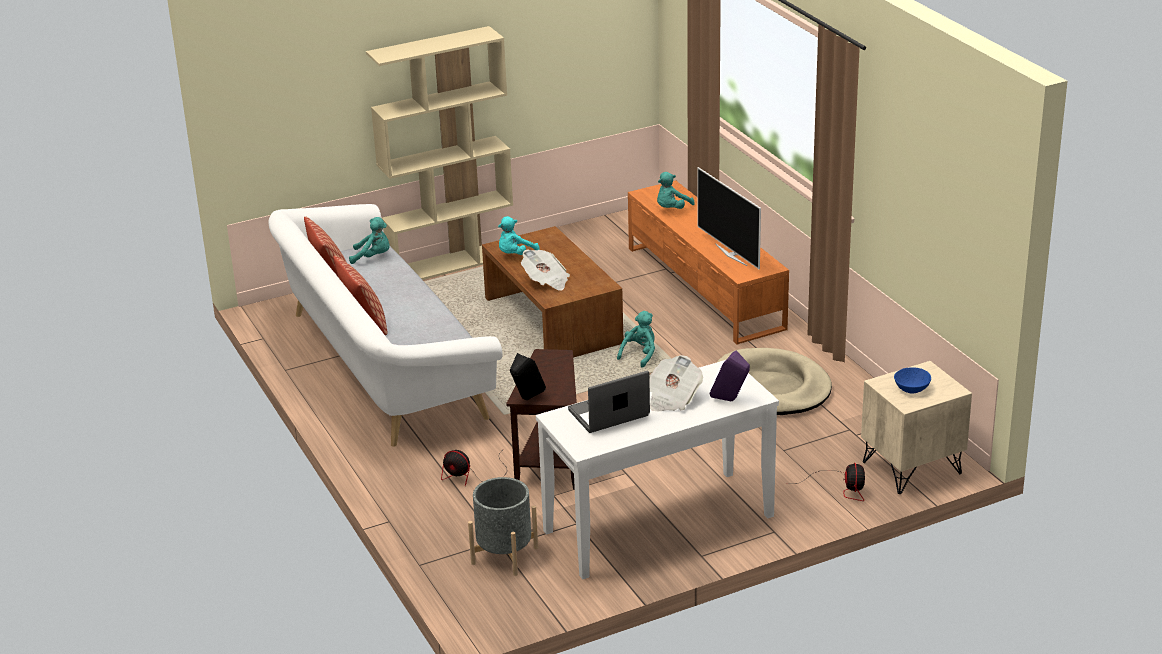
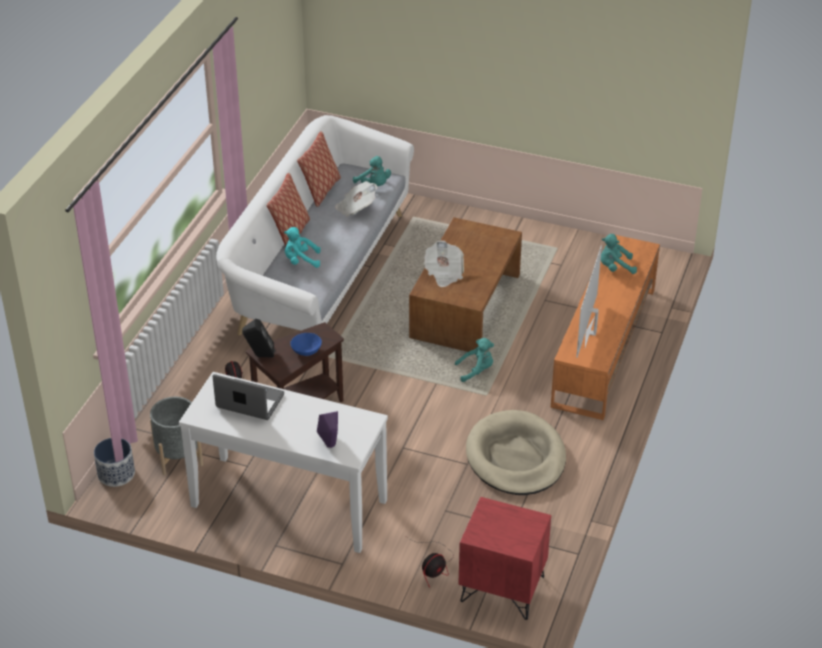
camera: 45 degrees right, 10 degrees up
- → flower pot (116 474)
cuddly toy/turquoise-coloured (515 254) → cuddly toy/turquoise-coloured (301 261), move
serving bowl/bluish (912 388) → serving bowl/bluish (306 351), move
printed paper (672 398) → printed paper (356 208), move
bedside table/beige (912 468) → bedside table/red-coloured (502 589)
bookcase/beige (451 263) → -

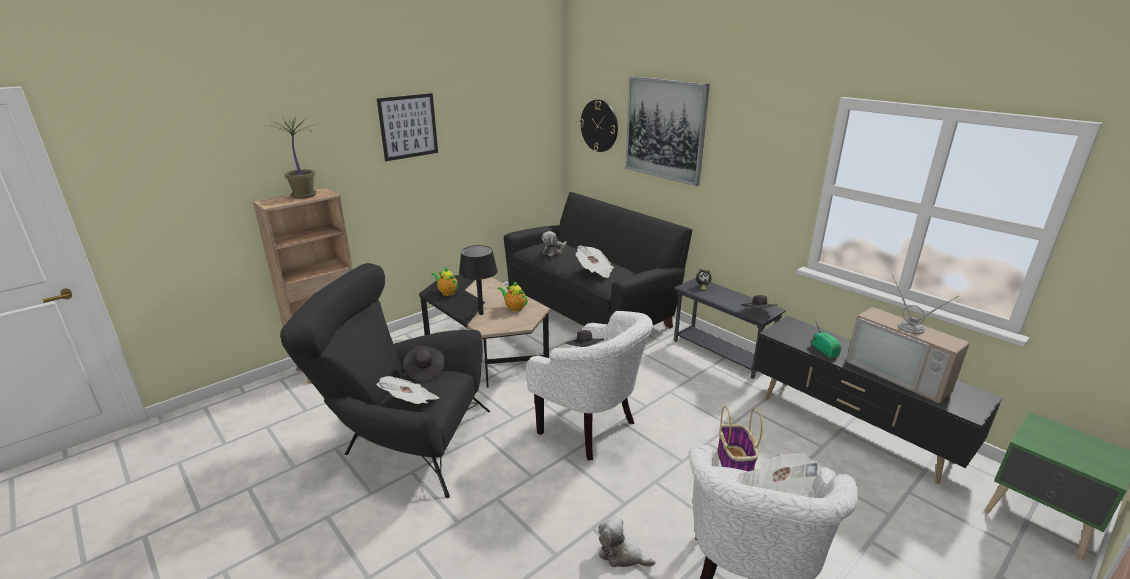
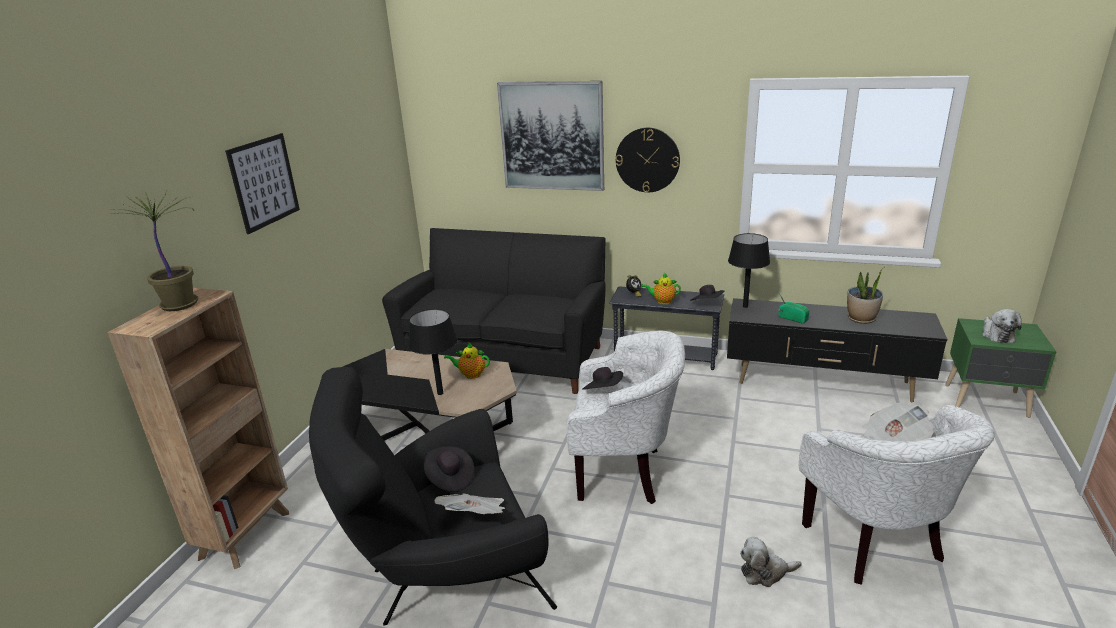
camera: 30 degrees left, 0 degrees up
wall clock (599 126) → wall clock (647 160), move
teapot (447 292) → teapot (662 301), move
- → tabletop lamp/black-coloured (745 306)
TV set (900 374) → houseplant (861 319)
cuddly toy (554 251) → cuddly toy (997 335), move
printed paper (594 271) → -
household basket (735 464) → -

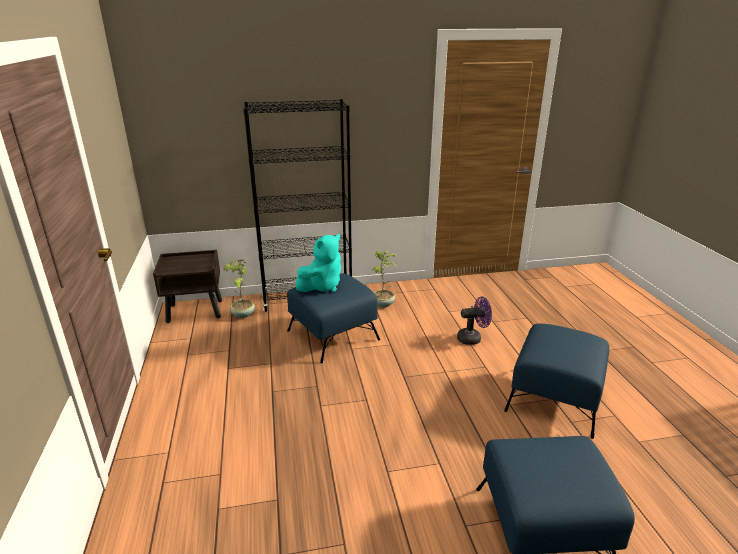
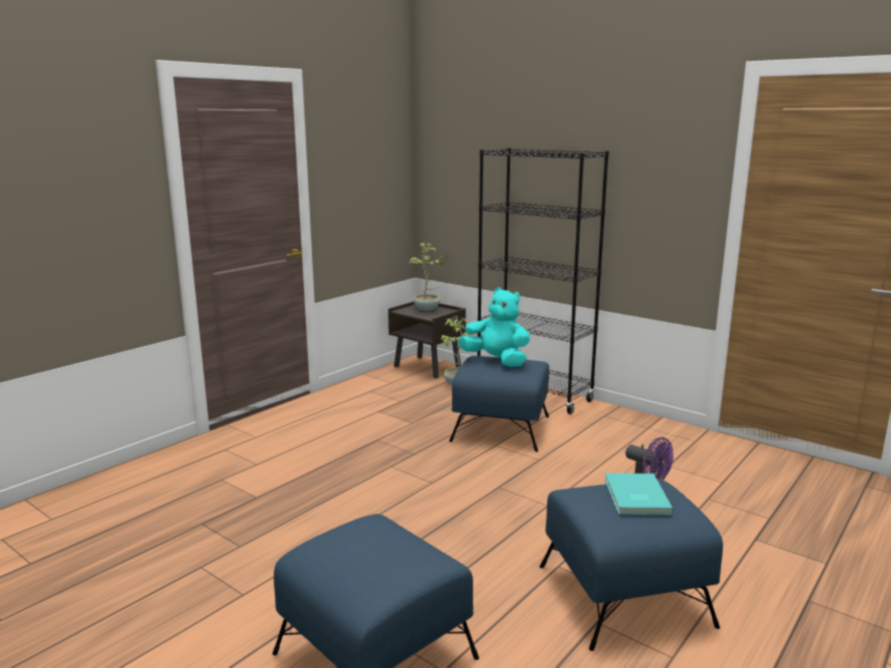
camera: 50 degrees right, 10 degrees down
houseplant (383 304) → houseplant (427 309), move
cuddly toy/turquoise-coloured (322 286) → cuddly toy/turquoise-coloured (496 361), 150 degrees counterclockwise
- → bound book/turquoise-coloured (635 497)

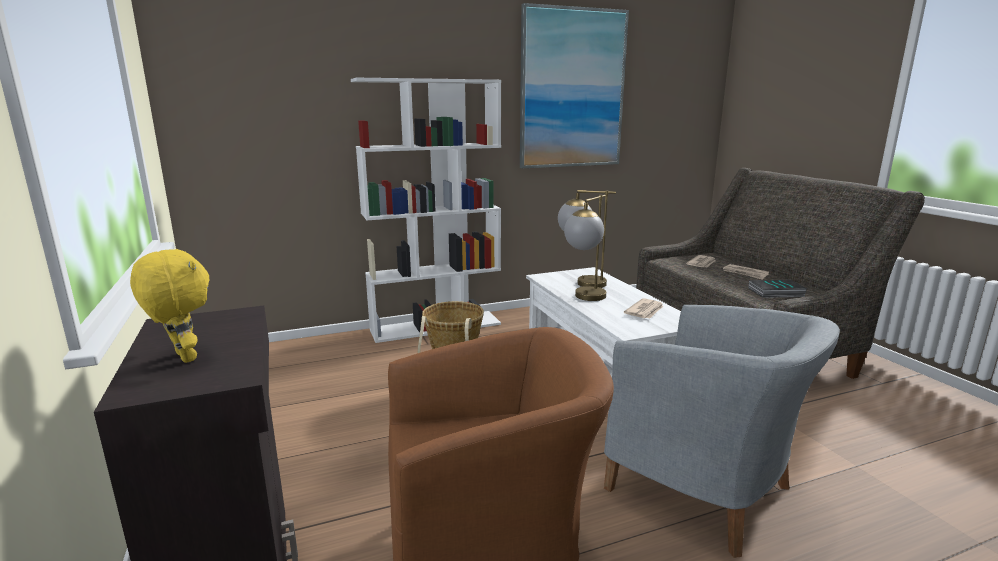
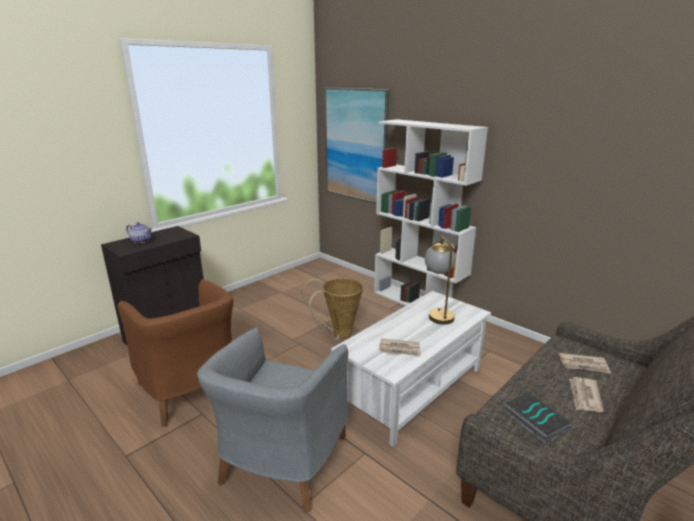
camera: 65 degrees right, 5 degrees up
cuddly toy/yellow-coloured (183 357) → teapot (141 240)
wall picture (572 89) → wall picture (356 145), move
tabletop lamp (585 299) → -

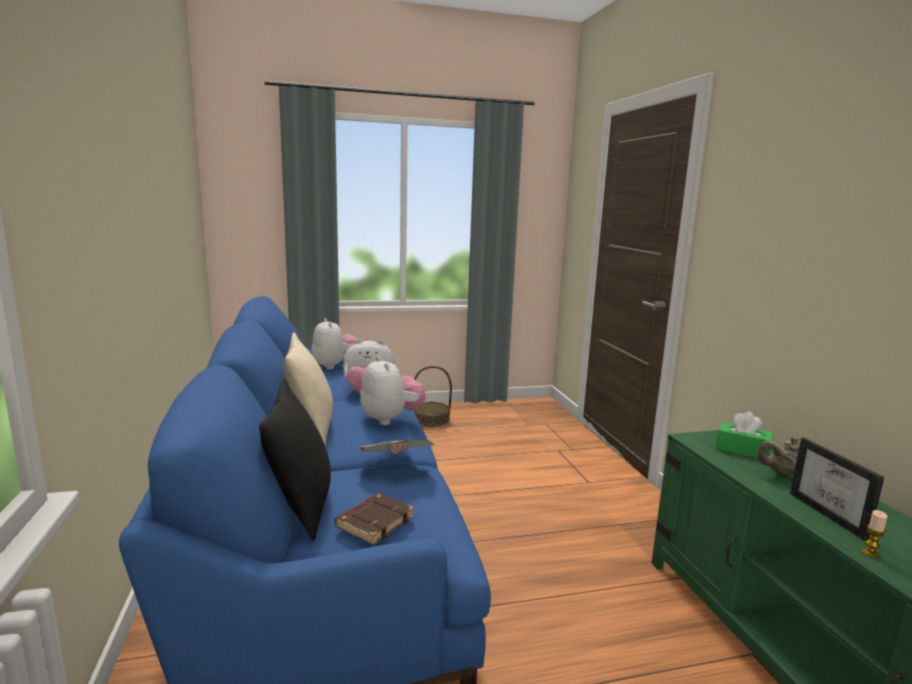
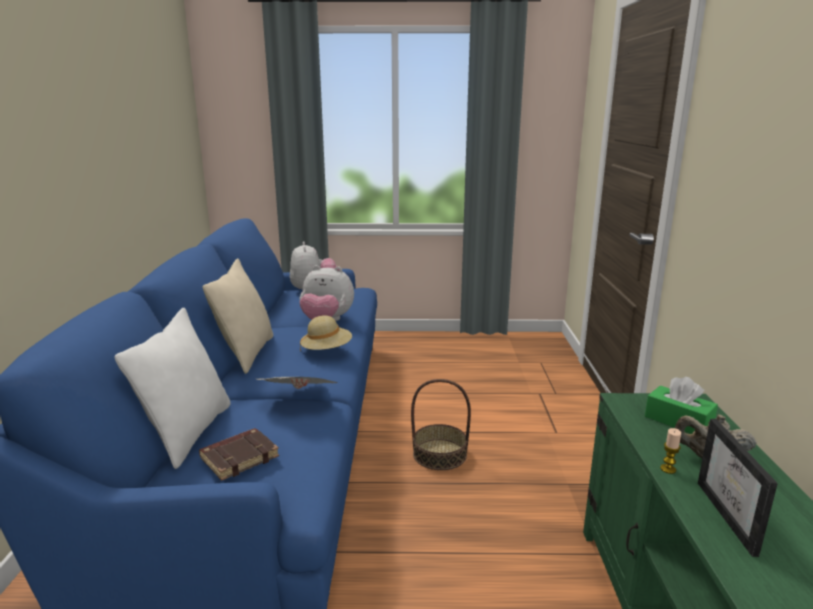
camera: 15 degrees right, 5 degrees up
throw pillow/black-coloured (301 506) → throw pillow/white (188 433)
cuddly toy (391 419) → wearable hat/beige (327 350)
household basket (431 420) → household basket (440 454), move
wax light (870 553) → wax light (668 469), move

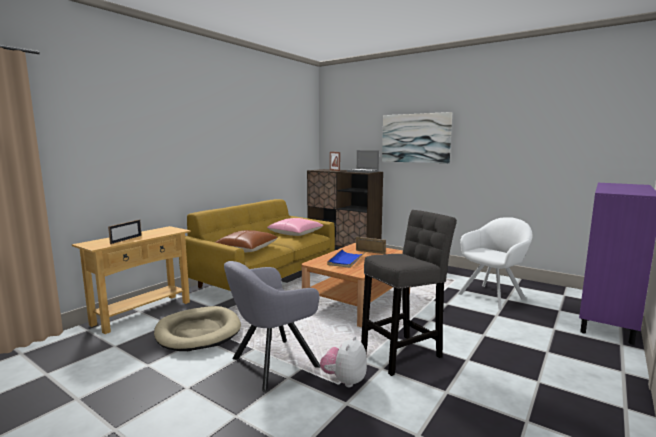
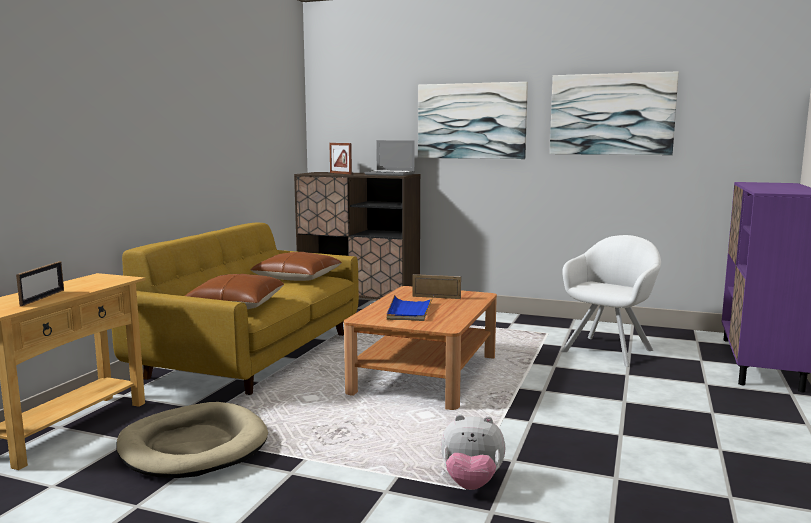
camera: 15 degrees left, 0 degrees up
throw pillow/pink (295 233) → throw pillow/brown-coloured (297 278)
cuddly toy (344 381) → cuddly toy (471 483), 90 degrees counterclockwise
- → wall picture (611 114)
armchair/gray (270 364) → -
stool seat/gray (404 353) → -

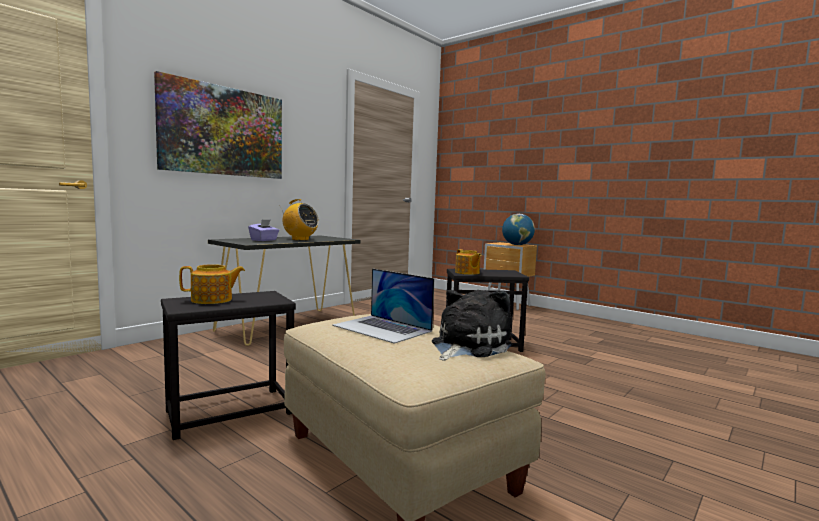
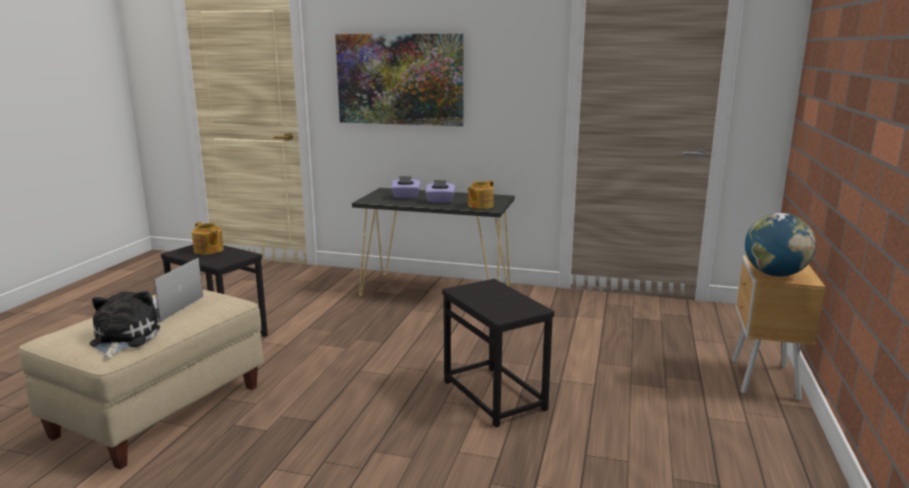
camera: 65 degrees right, 10 degrees up
cuddly toy (467 346) → cuddly toy (123 339), 105 degrees counterclockwise
radio receiver (300 239) → box of tissues/purple (440 201)
teapot (467 273) → teapot (480 206), move

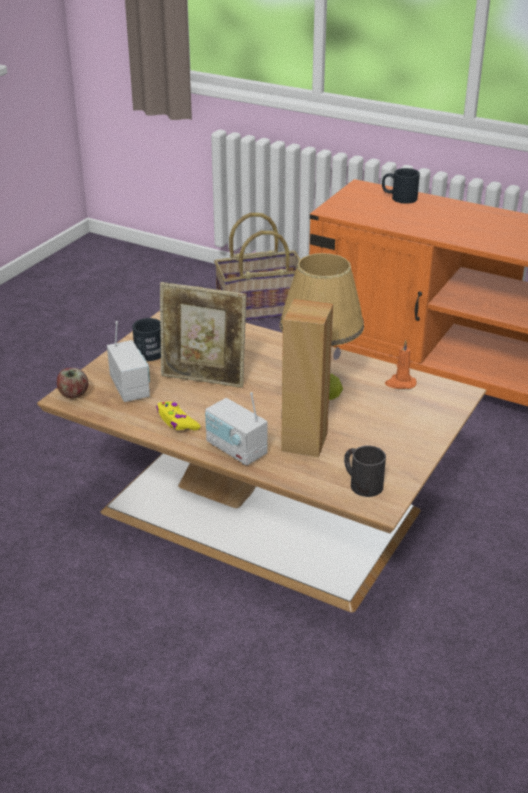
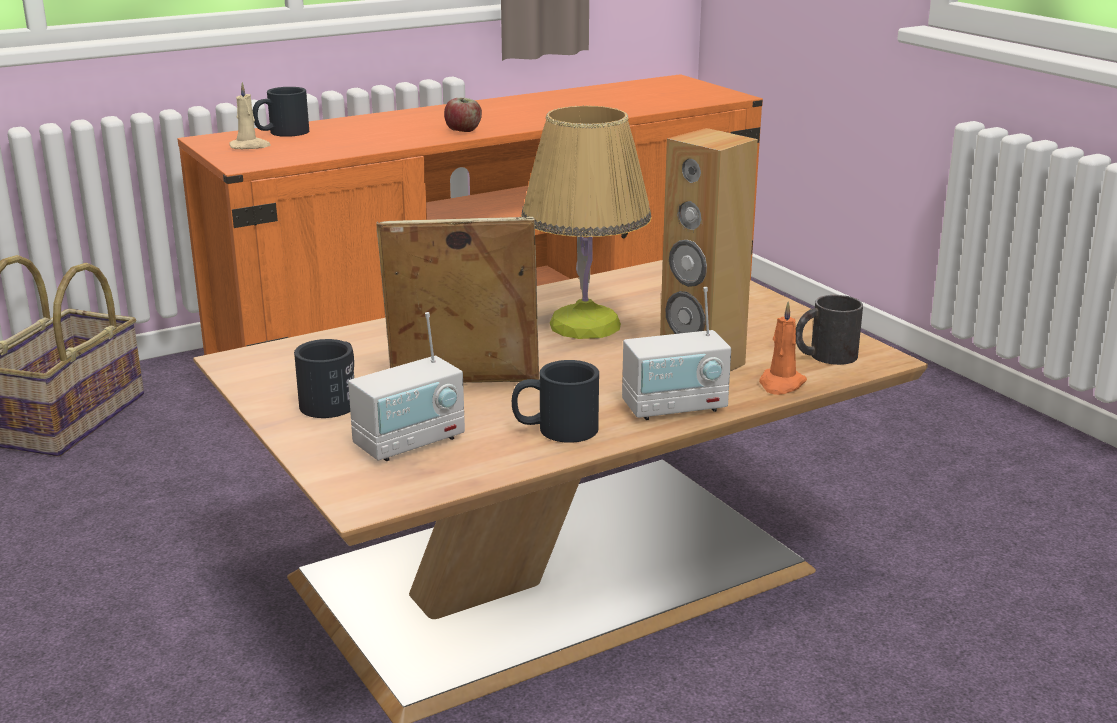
camera: 60 degrees left, 10 degrees down
- → wax light/beige (250 146)
radio receiver (130 387) → radio receiver (410 442), 135 degrees clockwise
photo frame (204 379) → photo frame (463 386), 135 degrees counterclockwise
apple (73 395) → apple (463 131), move
game controller/yellow-coloured (177 422) → tea mug/black-coloured (555 429)
wax light/orangey (400 383) → wax light/orangey (781 384), move

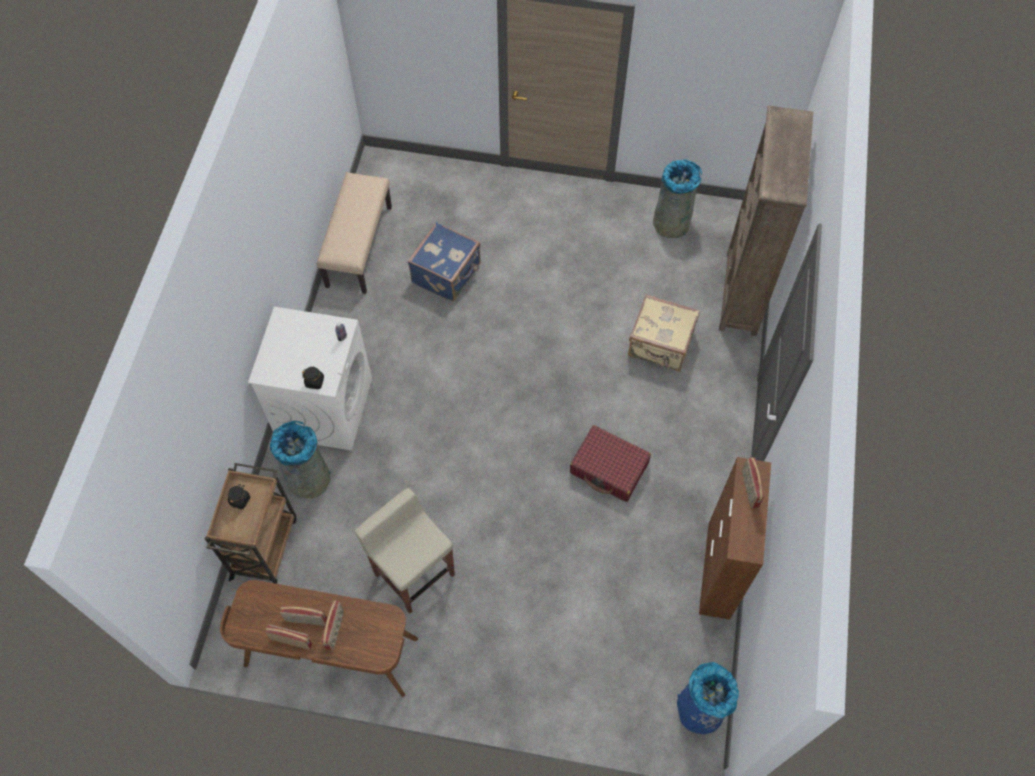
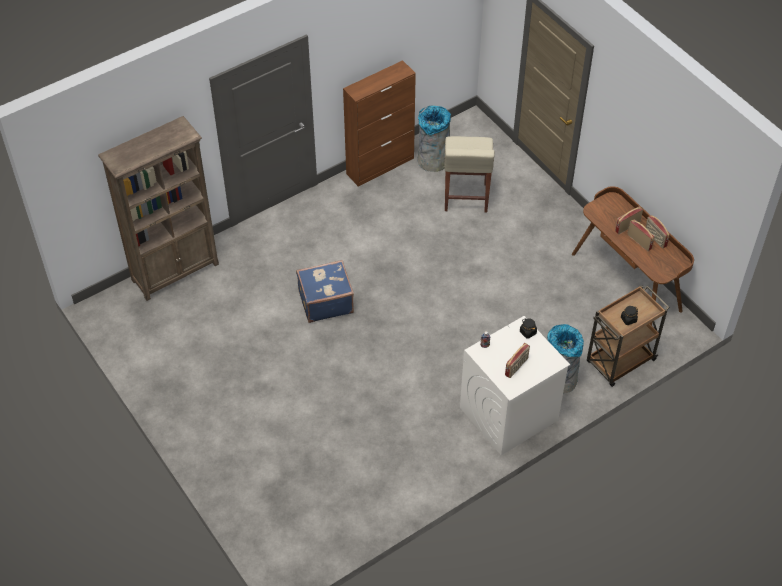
camera: 135 degrees left, 10 degrees down
travel case/bluish (447 274) → travel case/bluish (325 301), move
trash can/gray (672 221) → trash can/gray (433 161), move
stool seat/beige (413 573) → stool seat/beige (465 198), move
radio receiver (749 488) → radio receiver (516 367), move
indoor bench/beige (358 246) → -
travel case/red-coloured (609 468) → -
travel case/beige (660 345) → -
trash can/bluish (700 709) → -

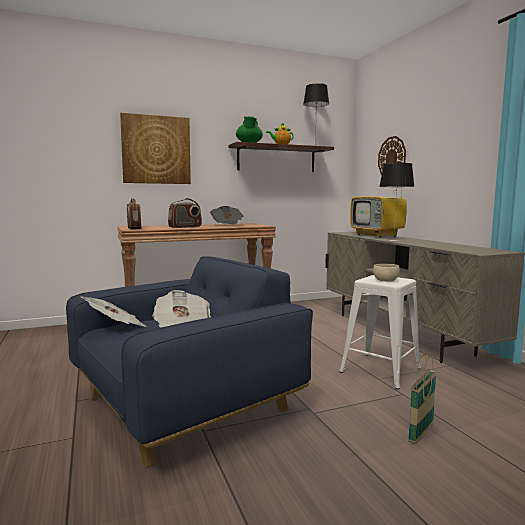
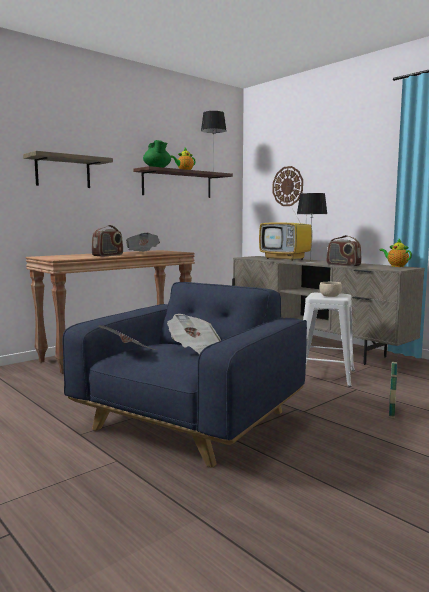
camera: 20 degrees left, 0 degrees up
wall picture (156 150) → wall shelf (63 172)
radio receiver (134 228) → radio receiver (343 265), move
- → teapot (396 266)

